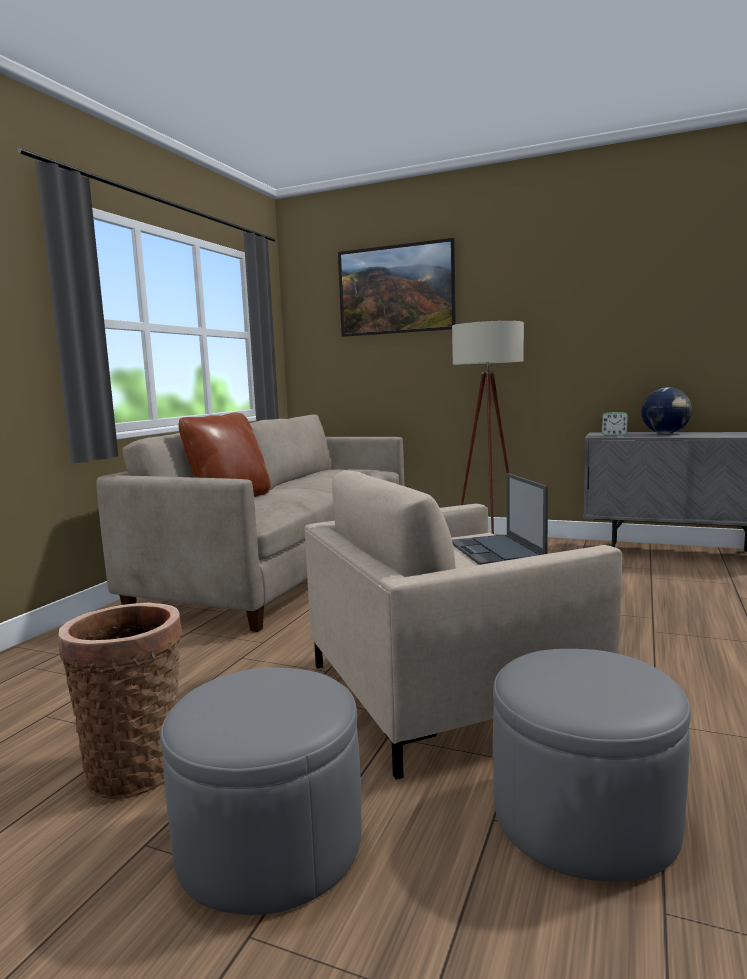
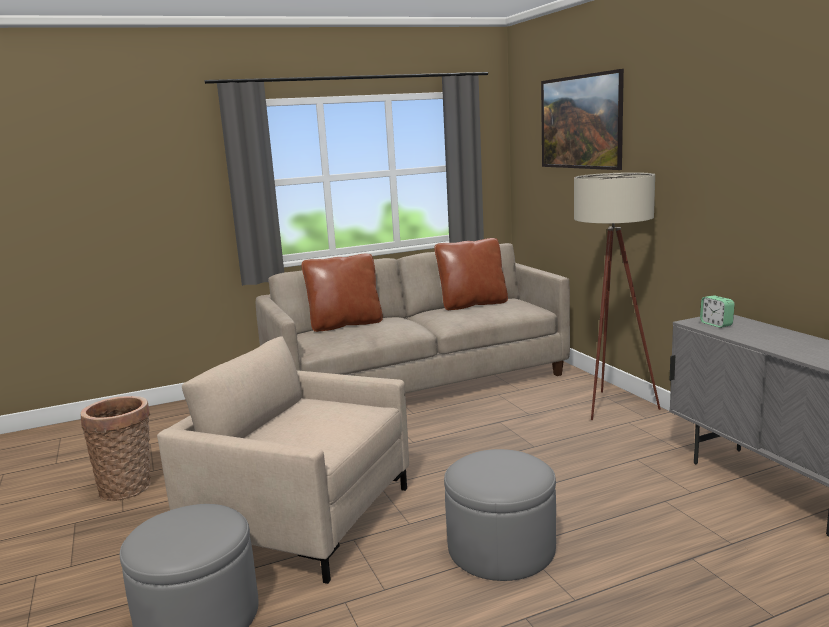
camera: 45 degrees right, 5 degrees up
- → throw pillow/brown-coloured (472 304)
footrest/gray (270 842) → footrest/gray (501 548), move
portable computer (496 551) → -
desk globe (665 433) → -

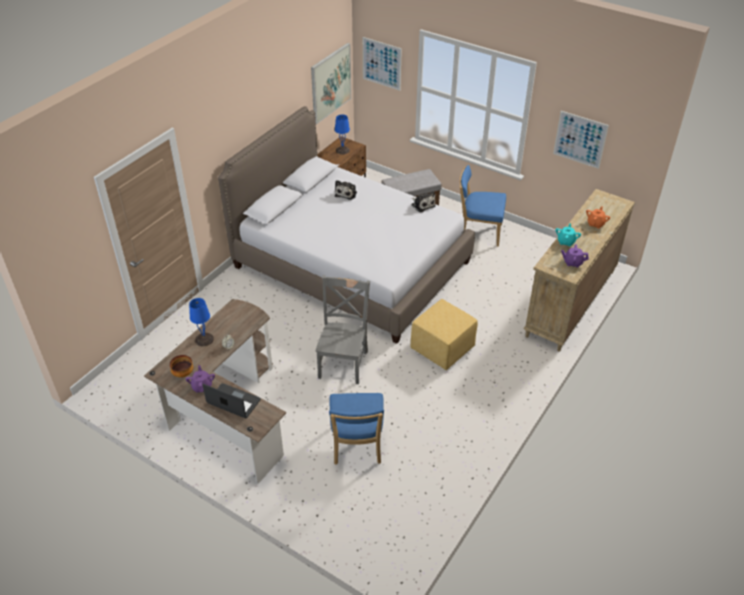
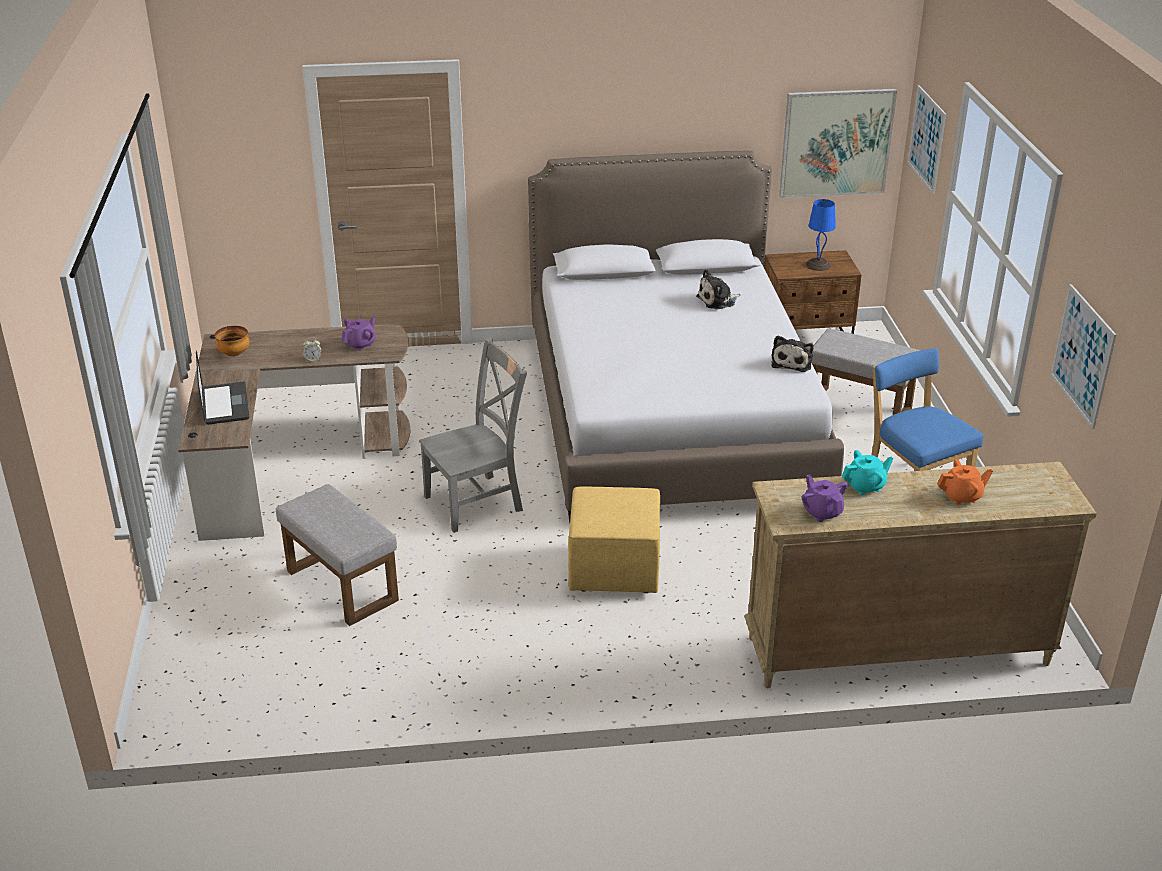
camera: 50 degrees right, 10 degrees down
upright chair/bluish (357 446) → footrest/gray (340 585)
teapot/purple (202 386) → teapot/purple (360 344), move
tabletop lamp/bluish (204 339) → -

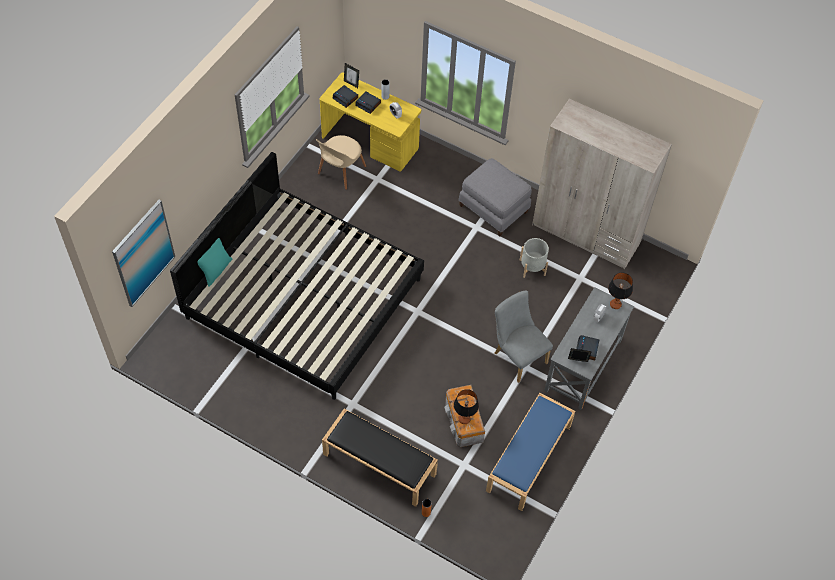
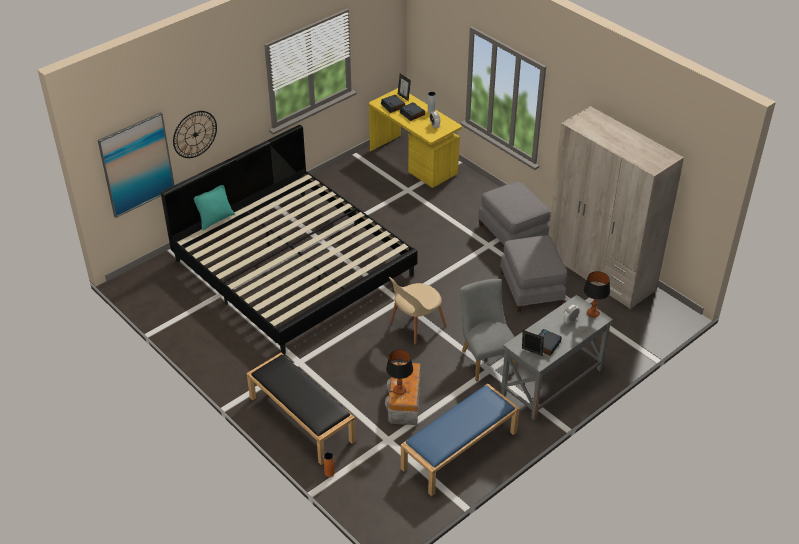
camera: 20 degrees right, 15 degrees down
- → wall clock (195 134)
upright chair/beige (340 171) → upright chair/beige (415 325), move
flower pot/gray (532 267) → footrest/gray (532 288)

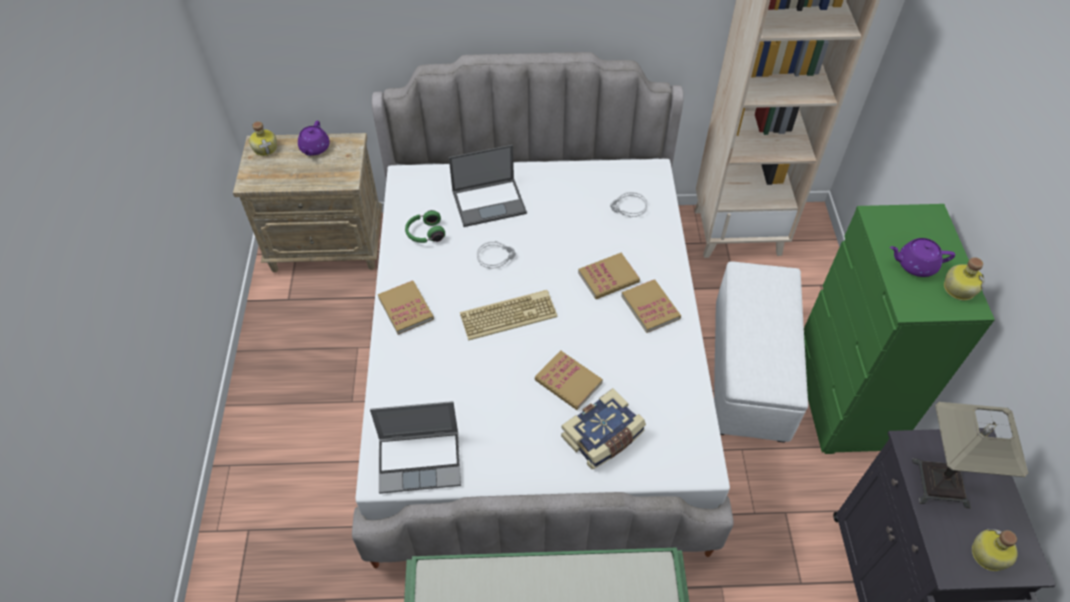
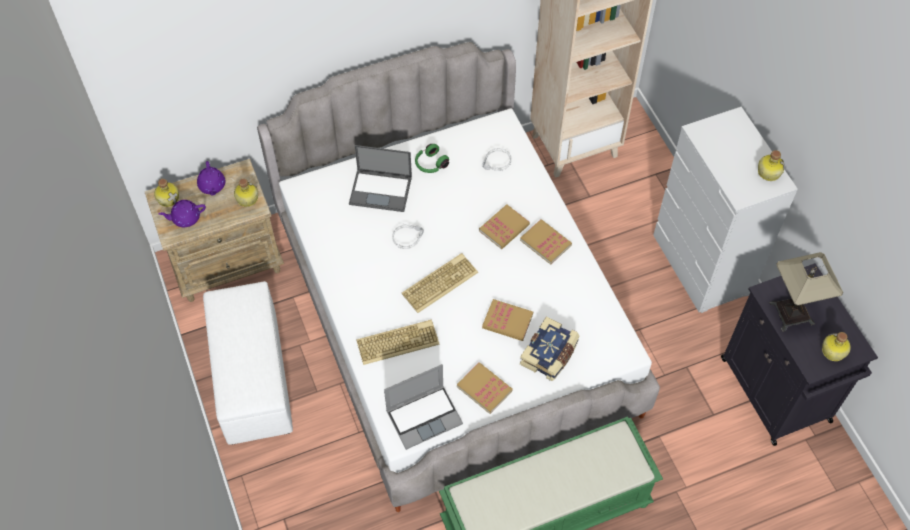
camera: 20 degrees left, 5 degrees up
teapot/purple (915 265) → teapot/purple (185 218), move
footrest/white (749 370) → footrest/white (252 377), move
- → bottle (246 198)
portable computer (490 202) → portable computer (381 190), 45 degrees clockwise
- → PC keyboard (398 341)
headset/green (425 233) → headset/green (430 164), move
bound book (406 308) → bound book (484 389), move
dresser/green (843 400) → dresser/white (702 265)

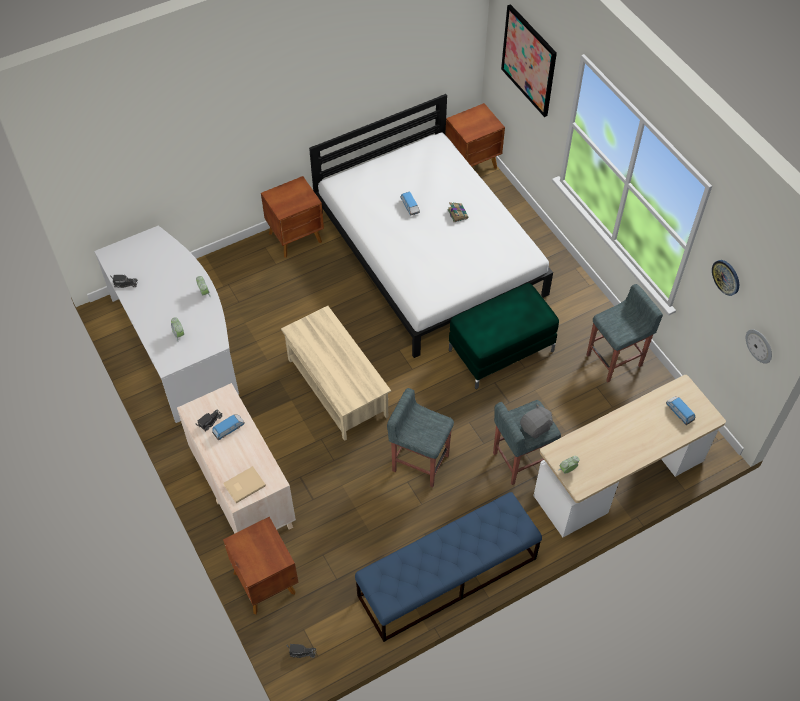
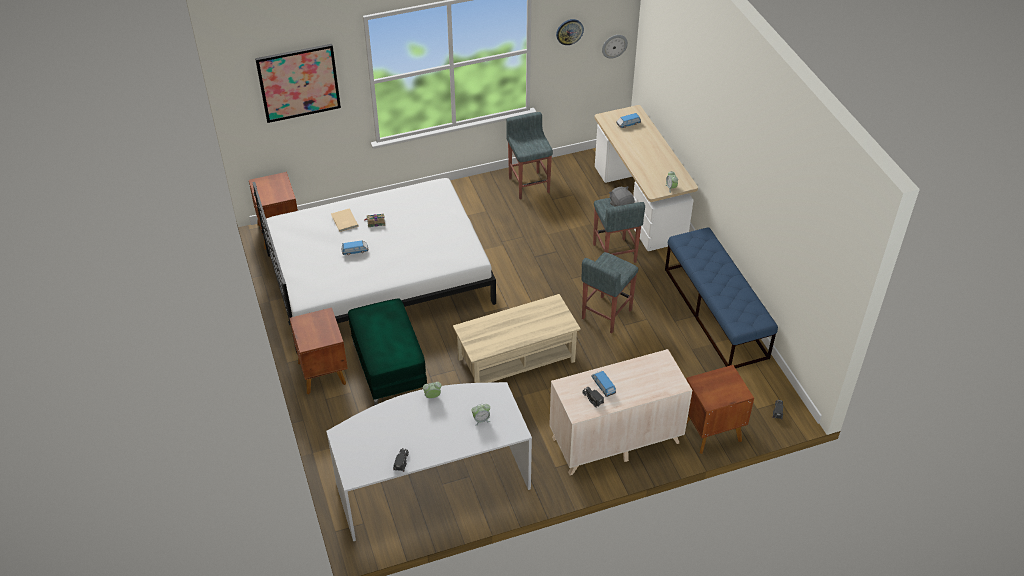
camera: 80 degrees left, 10 degrees down
bound book/beige (243 485) → bound book/beige (344 221), move
footrest/green (501 350) → footrest/green (389 369), move

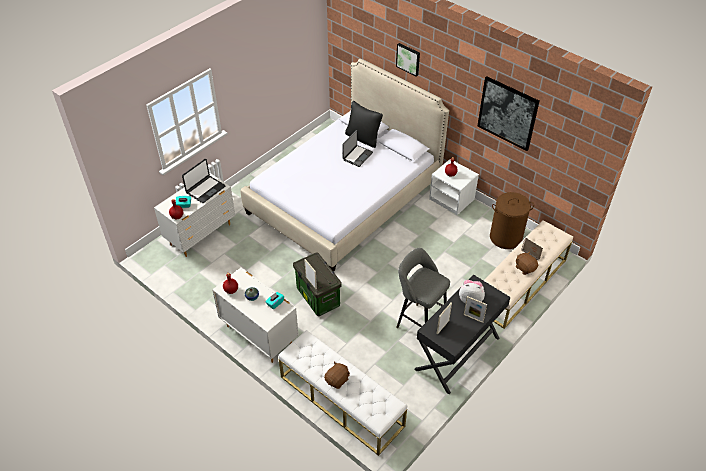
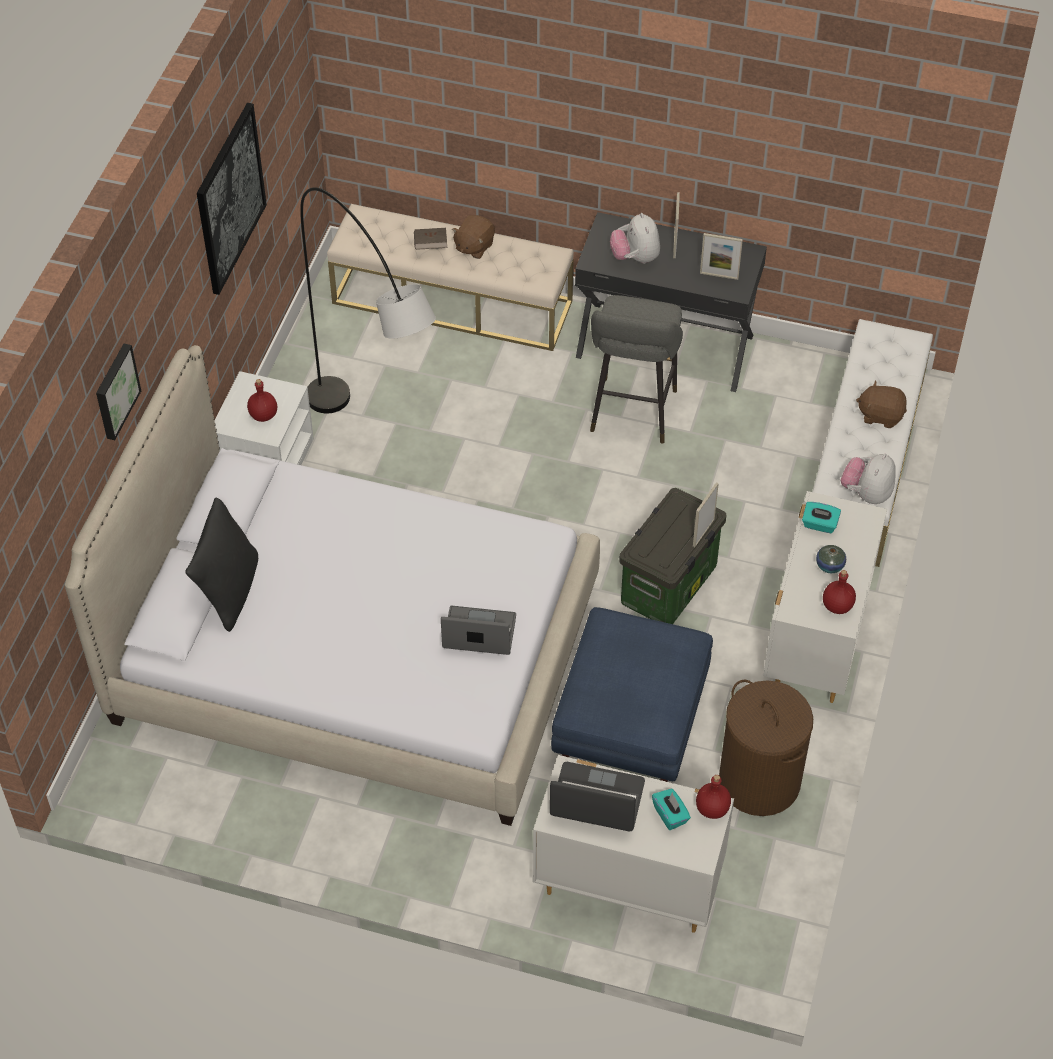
camera: 115 degrees left, 5 degrees up
- → standard lamp/gray (376 447)
portable computer (357 156) → portable computer (479 634), move
- → footrest/bluish (630 720)
hamper/brown-coloured (505 237) → hamper/brown-coloured (758 781), move
- → cuddly toy (866 493)

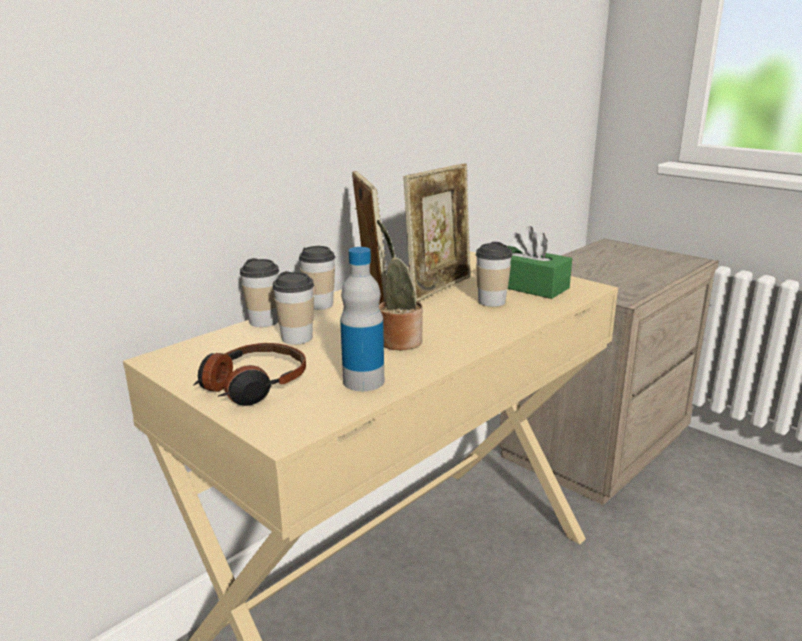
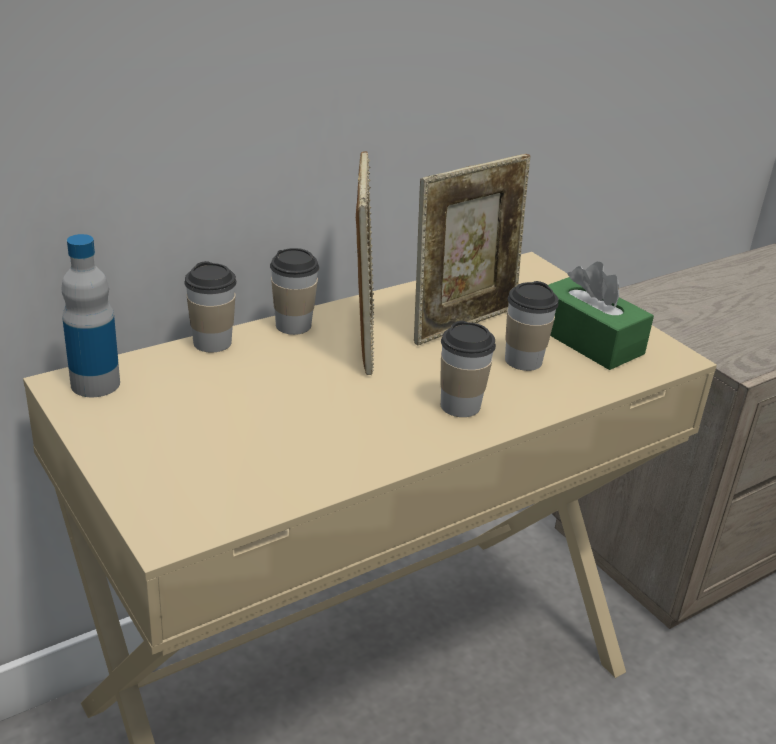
camera: 10 degrees right, 10 degrees up
bottle (363 381) → bottle (95 384), move
drinking cup (297 338) → drinking cup (460 406), move
headset (253 385) → -
houseplant (398 340) → -

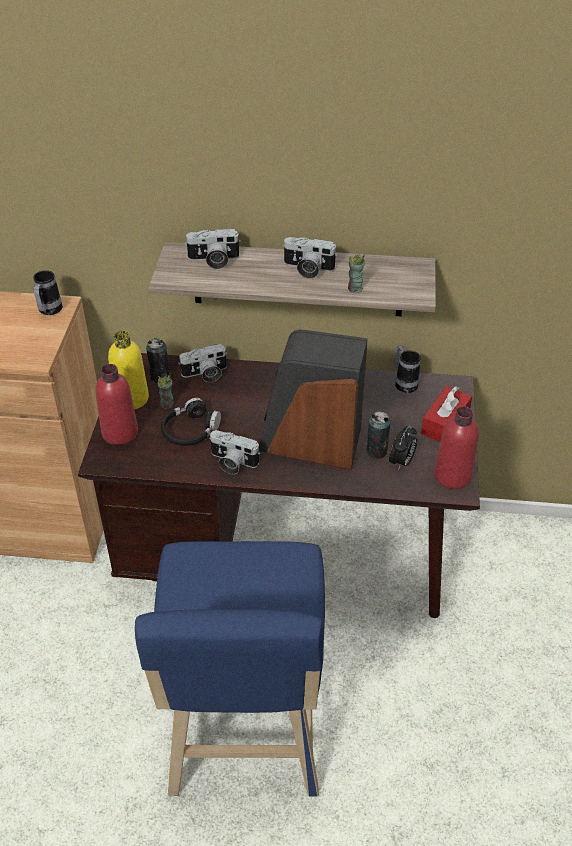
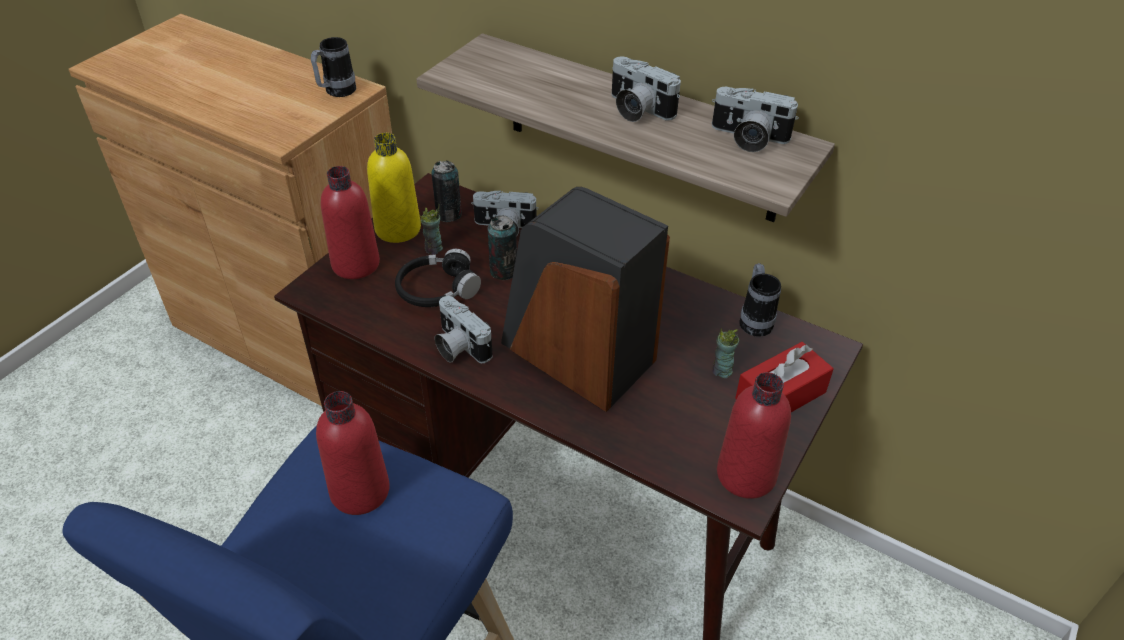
camera: 25 degrees right, 0 degrees up
- → bottle/red-coloured (360 491)
sealed can (376 451) → sealed can (503 271), move
photo camera (213 260) → photo camera (748 138), move
drinking cup (355 289) → drinking cup (721 371), move
alarm clock (401 462) → -

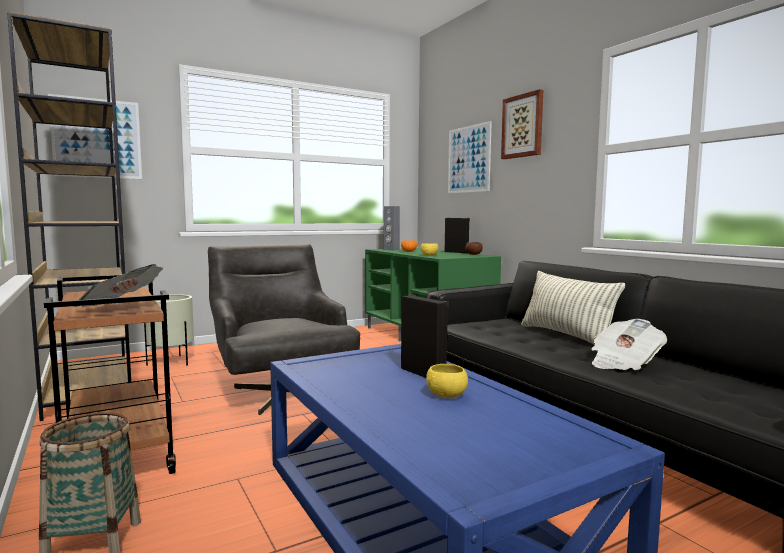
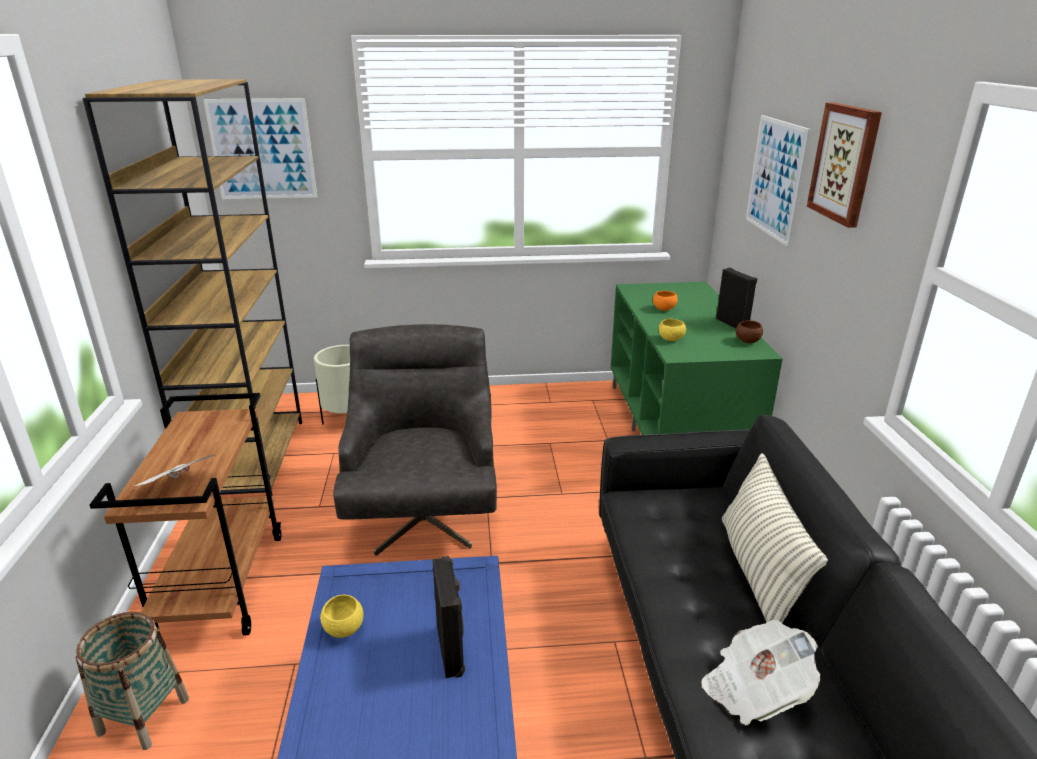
camera: 25 degrees right, 20 degrees up
serving bowl/yellow-coloured (446 396) → serving bowl/yellow-coloured (344 629), move
audio speaker/gray (391 249) → -

